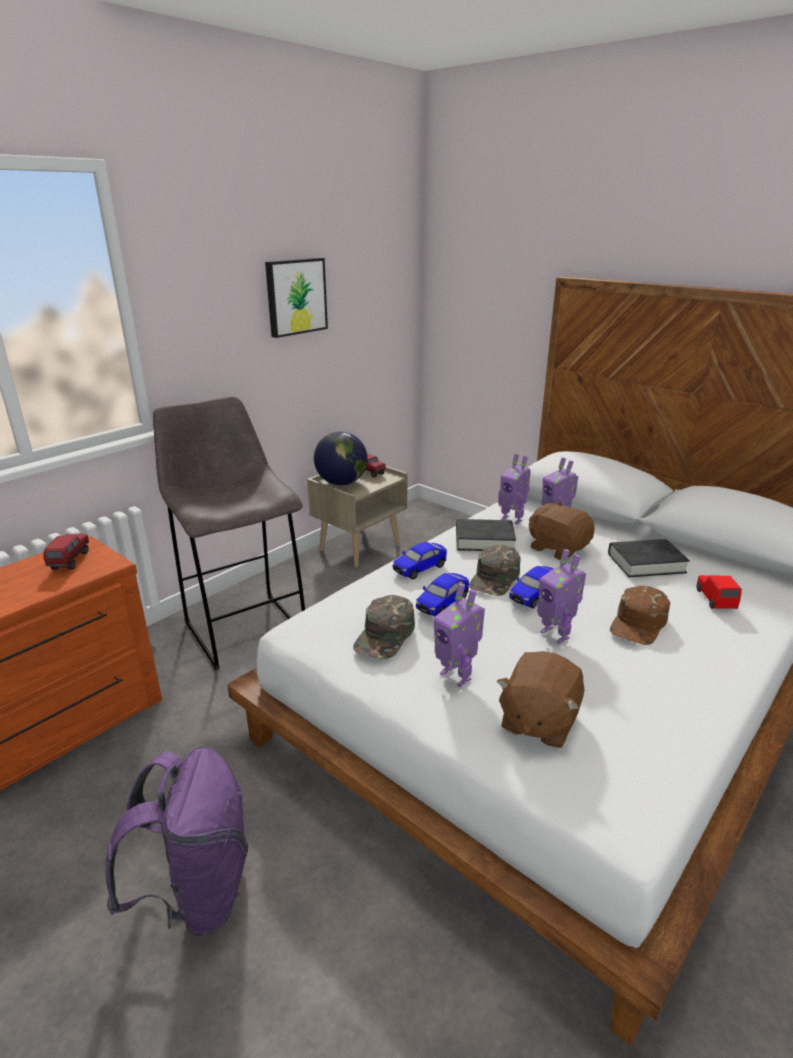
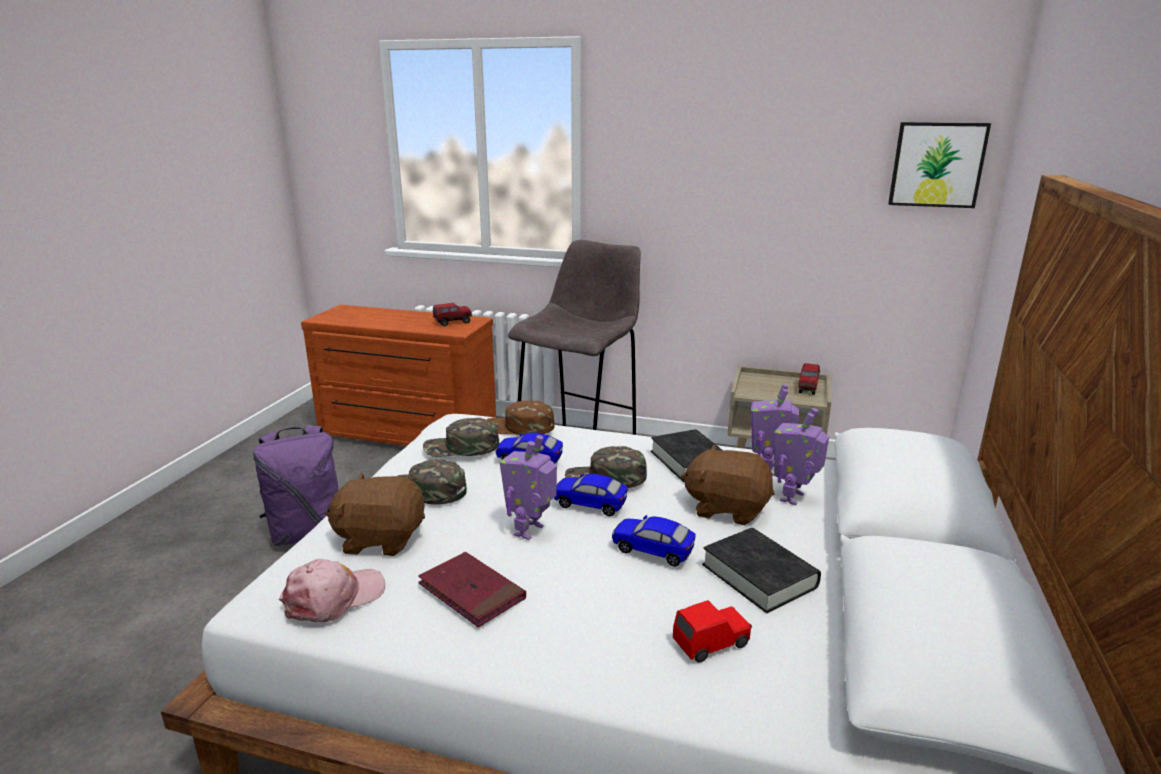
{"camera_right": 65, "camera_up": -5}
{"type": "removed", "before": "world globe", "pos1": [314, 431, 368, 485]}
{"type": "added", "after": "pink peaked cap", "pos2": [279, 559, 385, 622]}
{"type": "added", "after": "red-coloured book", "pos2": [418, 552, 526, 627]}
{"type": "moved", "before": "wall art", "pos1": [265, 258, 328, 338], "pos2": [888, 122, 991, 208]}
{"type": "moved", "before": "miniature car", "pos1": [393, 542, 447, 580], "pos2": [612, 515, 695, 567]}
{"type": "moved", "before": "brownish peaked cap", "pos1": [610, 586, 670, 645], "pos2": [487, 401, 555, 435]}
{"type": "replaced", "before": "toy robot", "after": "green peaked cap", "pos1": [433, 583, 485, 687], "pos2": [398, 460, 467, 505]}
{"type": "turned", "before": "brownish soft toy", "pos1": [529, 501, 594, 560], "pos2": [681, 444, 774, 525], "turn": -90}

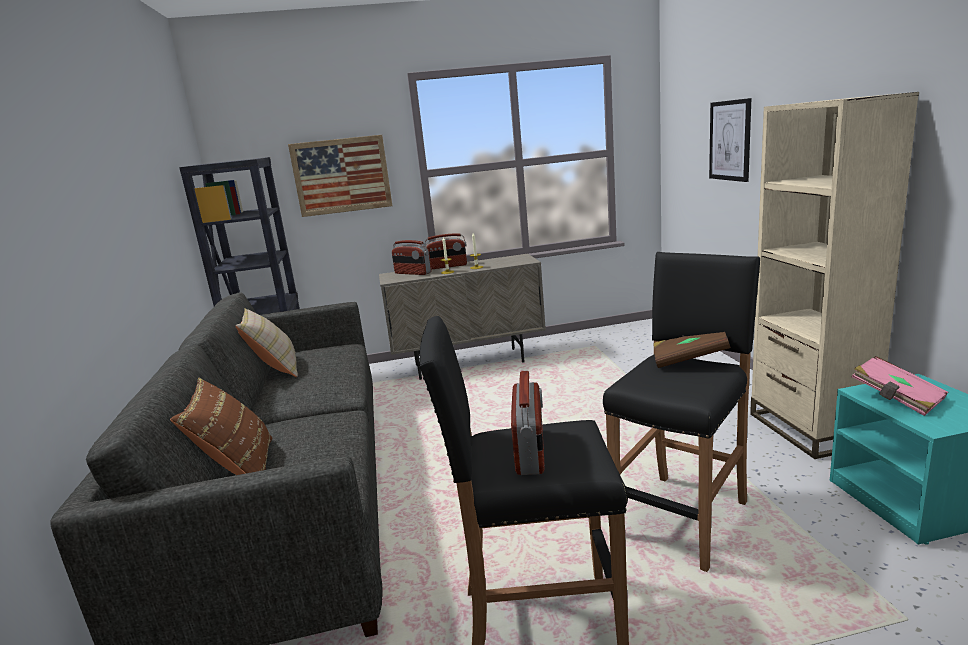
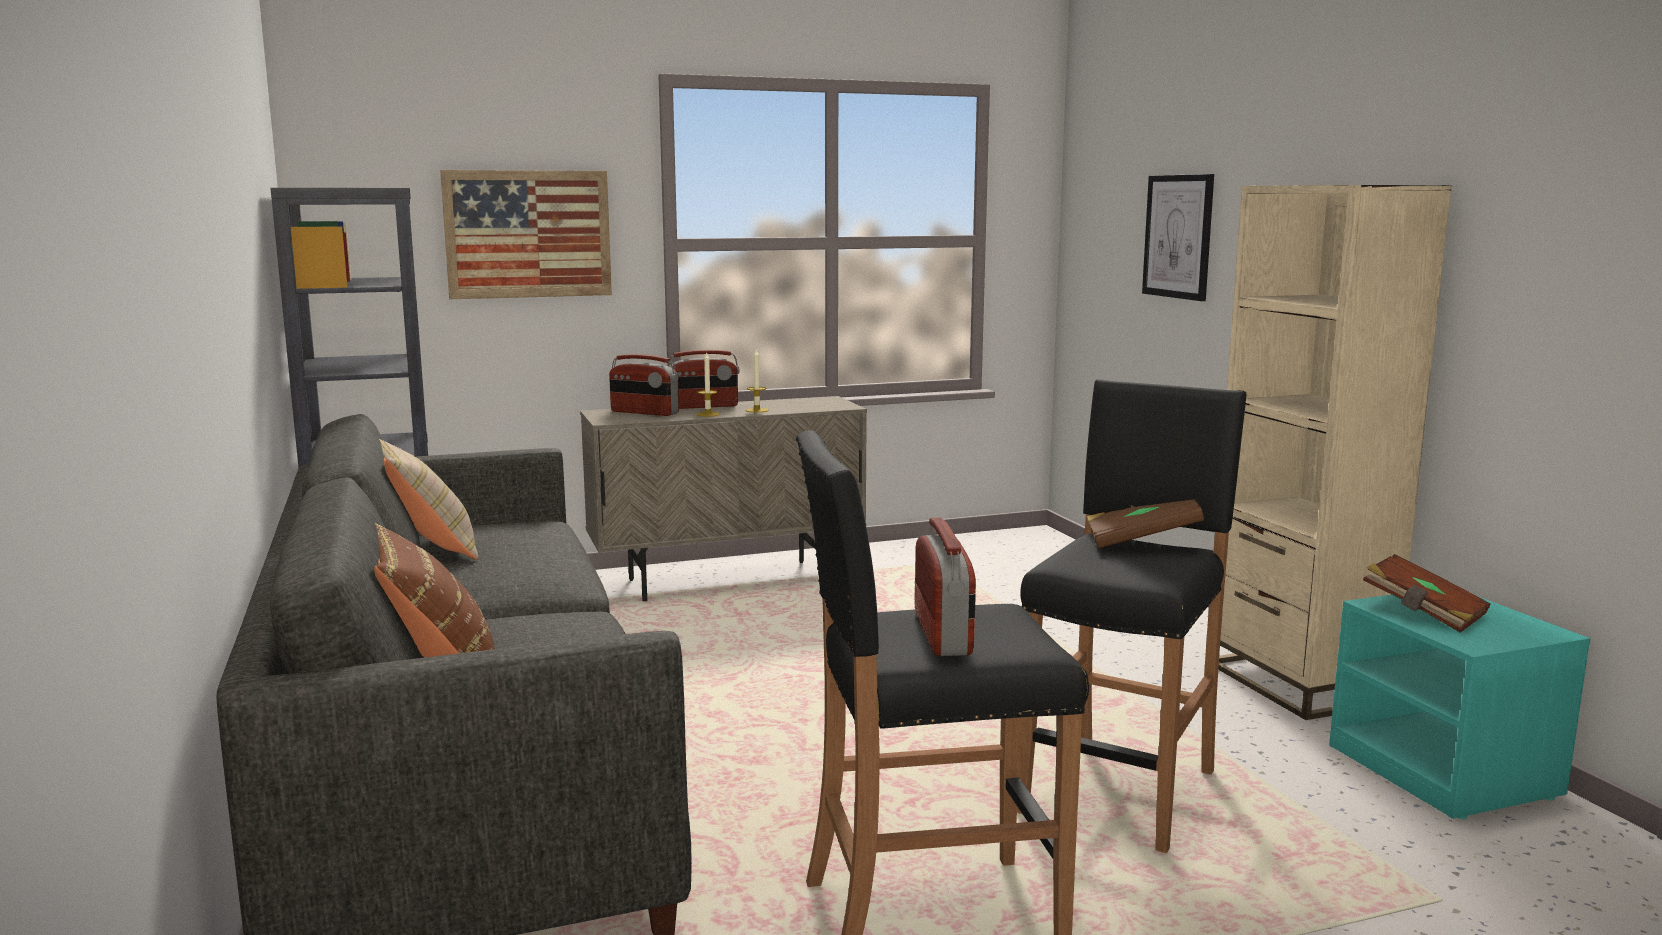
{"camera_right": -10, "camera_up": -5}
{"type": "recoloured", "before": "pink book", "after": "brownish book", "pos1": [851, 356, 948, 416], "pos2": [1363, 554, 1491, 633]}

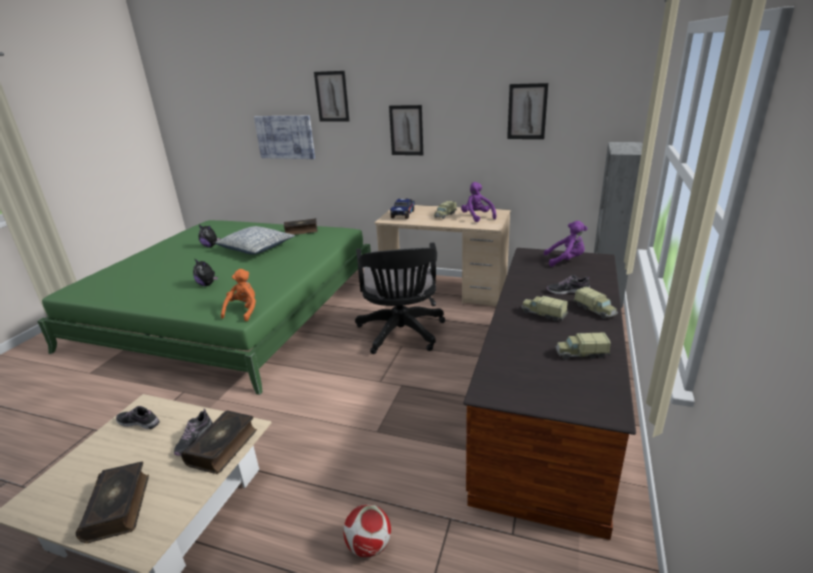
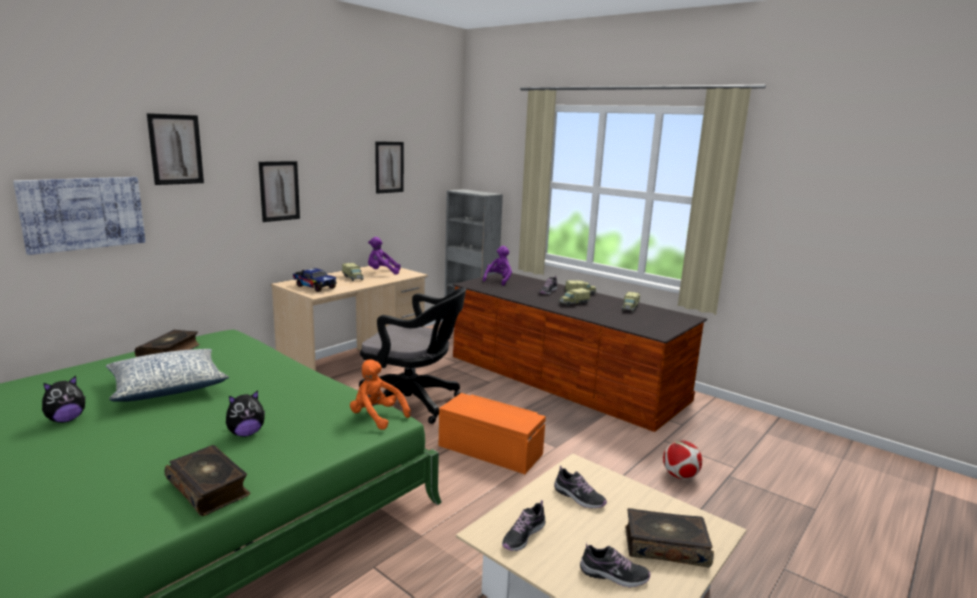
{"camera_right": -70, "camera_up": -10}
{"type": "added", "after": "orange storage bin", "pos2": [439, 393, 546, 474]}
{"type": "added", "after": "shoe", "pos2": [580, 543, 650, 588]}
{"type": "moved", "before": "book", "pos1": [181, 410, 257, 474], "pos2": [165, 445, 250, 516]}

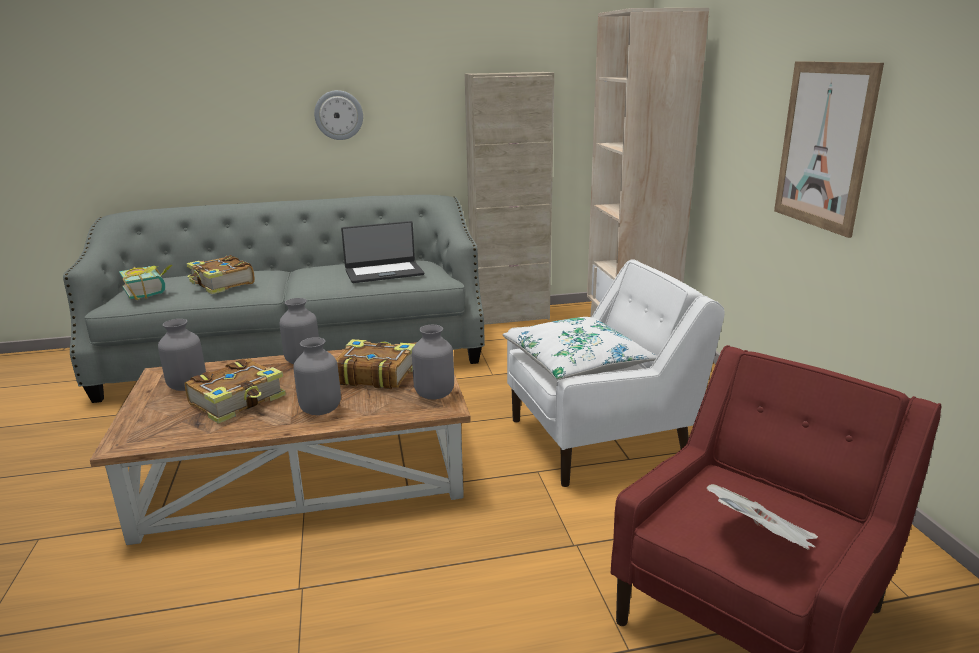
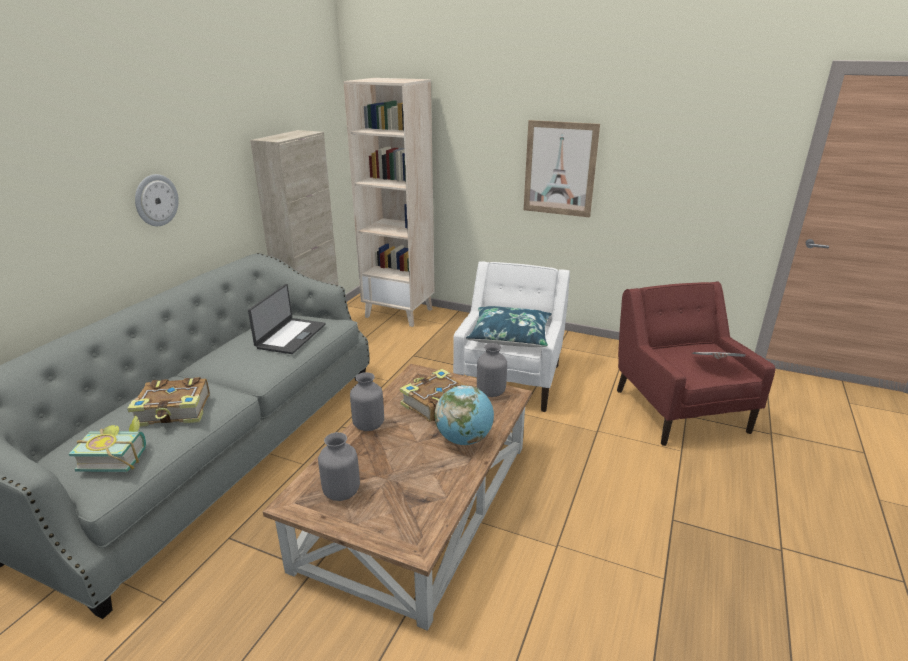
{"camera_right": -55, "camera_up": 5}
{"type": "removed", "before": "book", "pos1": [185, 358, 286, 424]}
{"type": "replaced", "before": "grey vase", "after": "world globe", "pos1": [293, 337, 341, 415], "pos2": [435, 385, 494, 445]}
{"type": "recoloured", "before": "white pillow", "after": "bluish pillow", "pos1": [503, 317, 657, 380], "pos2": [466, 306, 552, 347]}

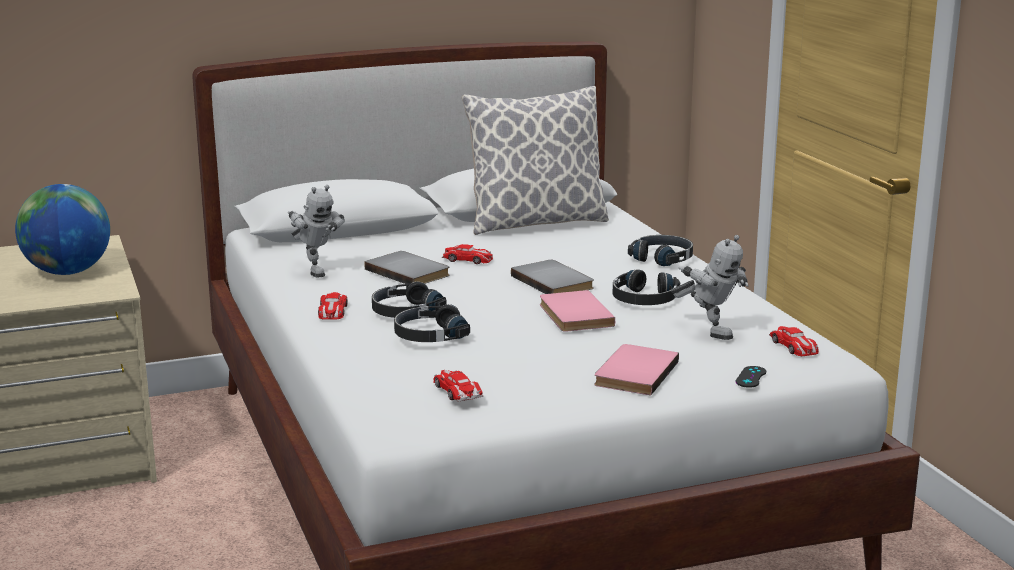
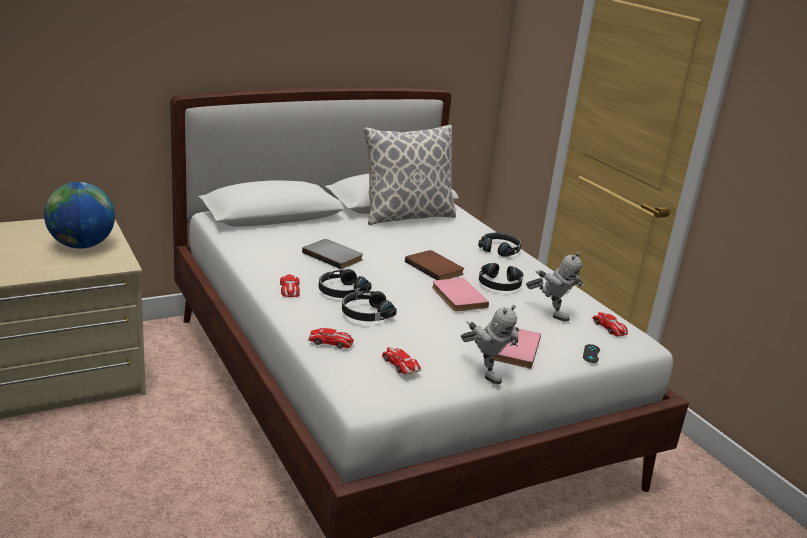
{"camera_right": -10, "camera_up": 5}
{"type": "moved", "before": "toy robot", "pos1": [288, 185, 345, 277], "pos2": [460, 305, 519, 384]}
{"type": "moved", "before": "miniature car", "pos1": [442, 244, 493, 264], "pos2": [308, 328, 354, 349]}
{"type": "recoloured", "before": "grey book", "after": "brownish book", "pos1": [511, 260, 594, 294], "pos2": [405, 250, 464, 280]}

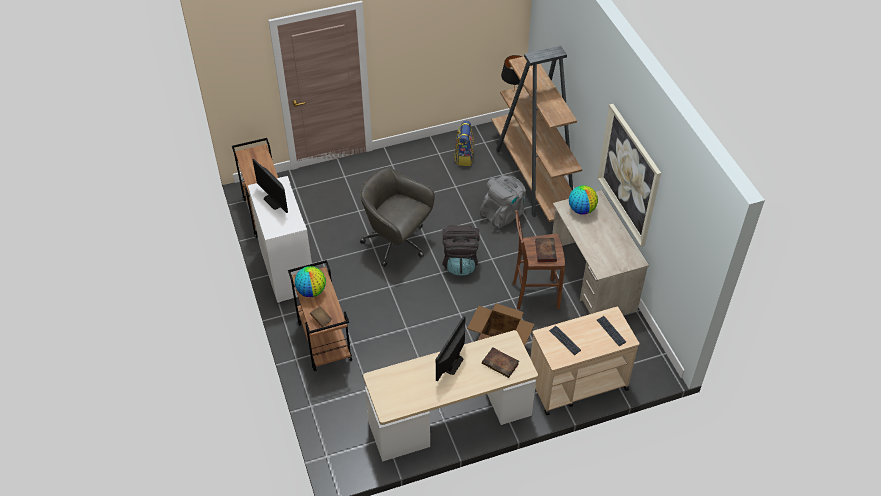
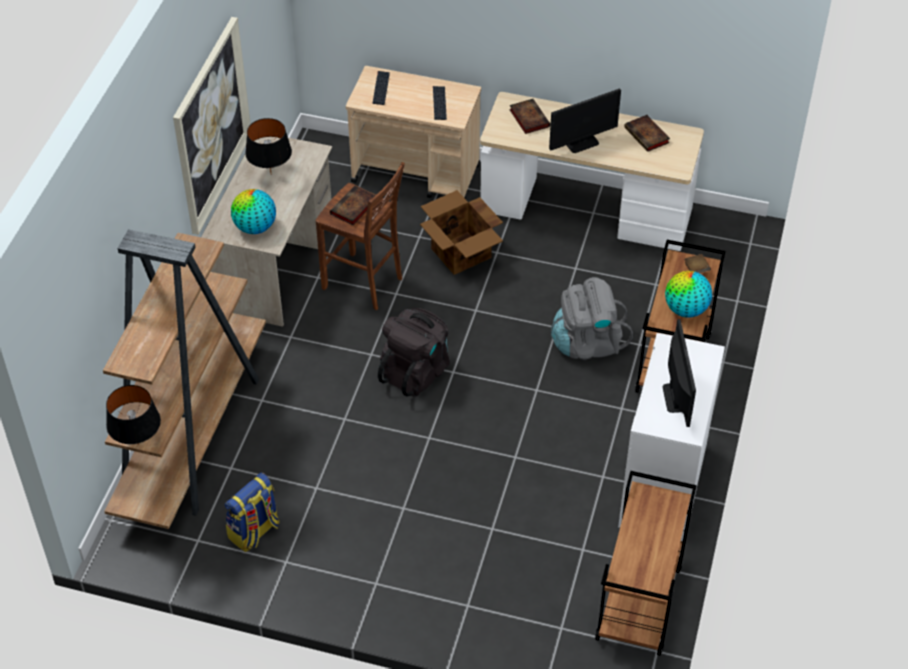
{"camera_right": -145, "camera_up": 0}
{"type": "removed", "before": "grey computer chair", "pos1": [360, 167, 435, 267]}
{"type": "added", "after": "black tabletop lamp", "pos2": [245, 118, 292, 175]}
{"type": "added", "after": "book", "pos2": [624, 115, 670, 152]}
{"type": "moved", "before": "grey rucksack", "pos1": [480, 175, 526, 228], "pos2": [551, 277, 633, 360]}

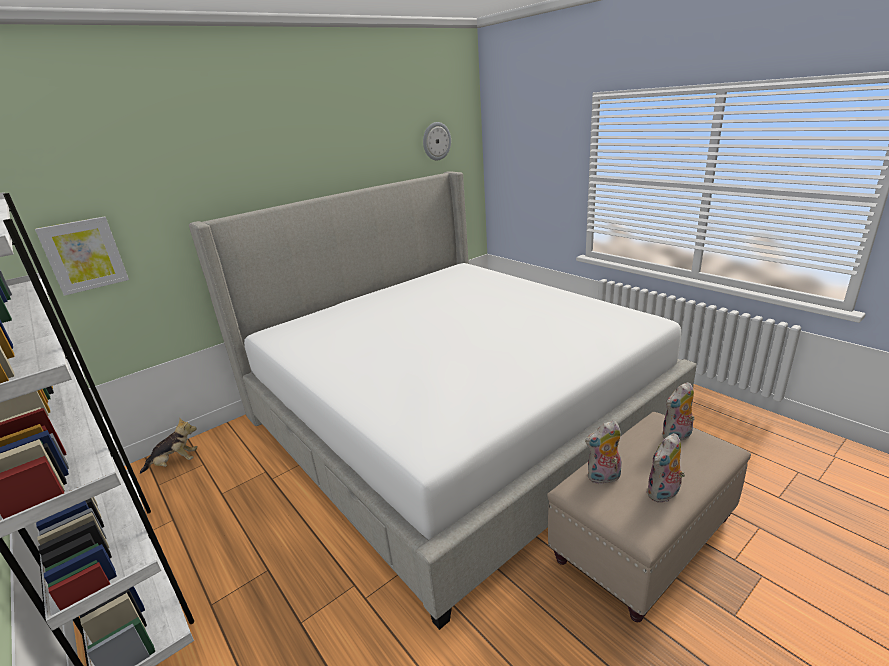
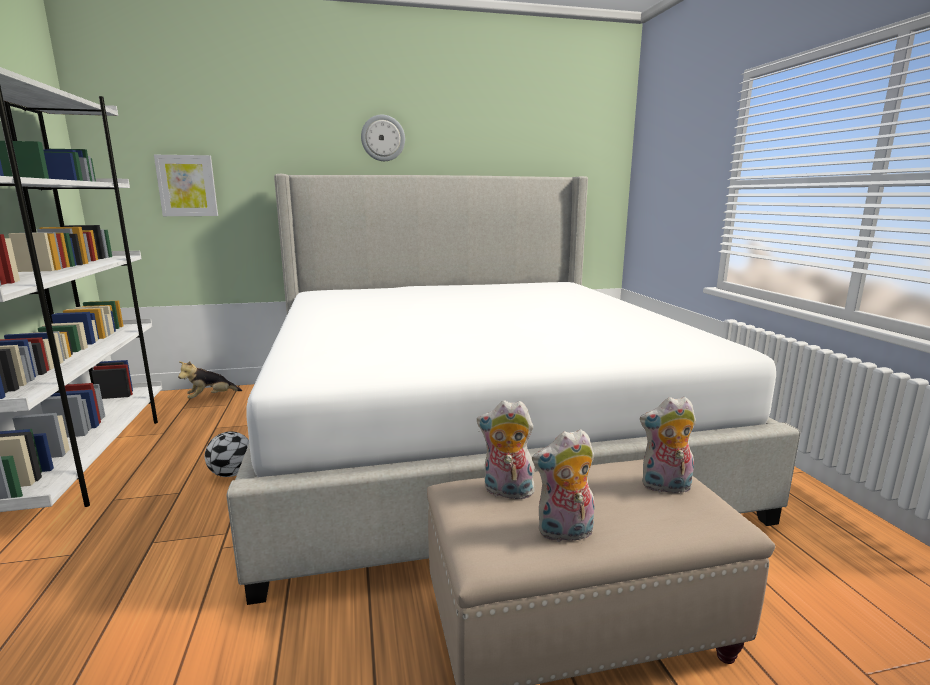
{"camera_right": 25, "camera_up": -10}
{"type": "added", "after": "football", "pos2": [205, 431, 249, 477]}
{"type": "moved", "before": "wall clock", "pos1": [423, 122, 451, 160], "pos2": [361, 115, 405, 161]}
{"type": "turned", "before": "soft toy", "pos1": [140, 417, 197, 474], "pos2": [178, 361, 242, 399], "turn": 135}

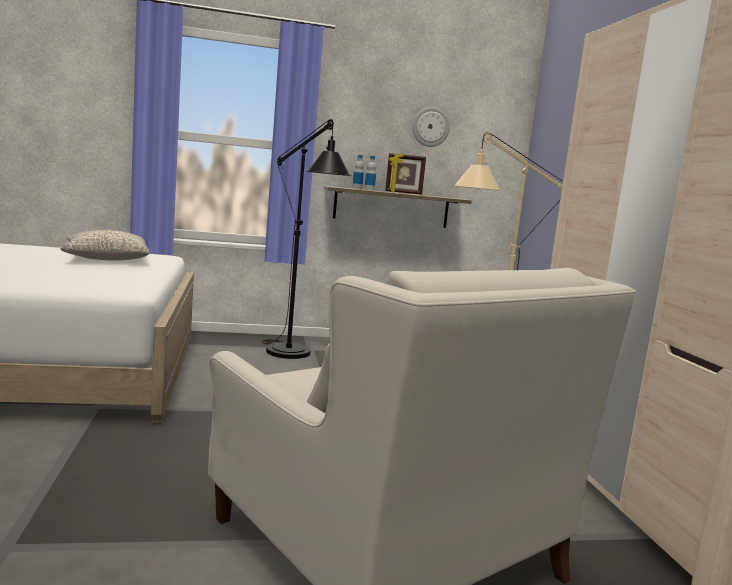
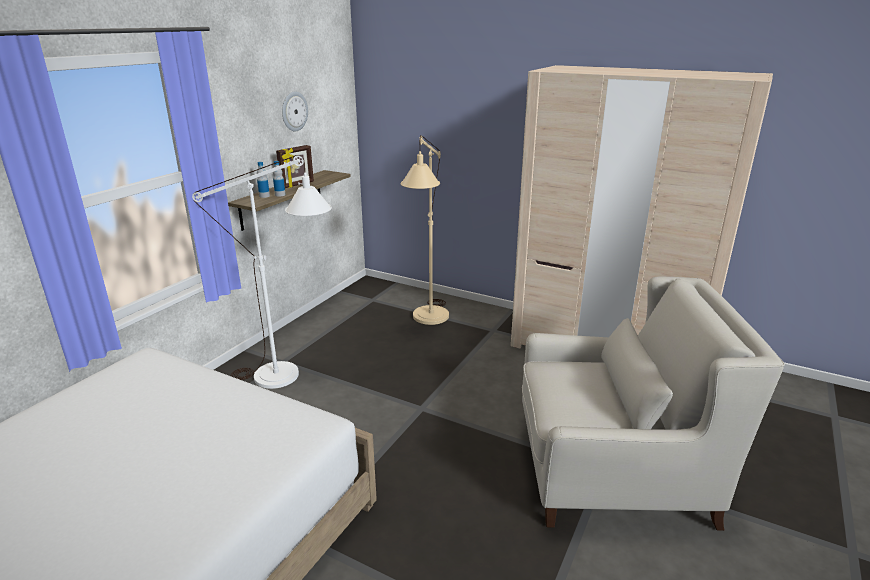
{"camera_right": -50, "camera_up": 15}
{"type": "removed", "before": "grey pillow", "pos1": [60, 230, 150, 261]}
{"type": "recoloured", "before": "black standing lamp", "after": "white standing lamp", "pos1": [261, 119, 352, 359], "pos2": [192, 155, 332, 389]}

